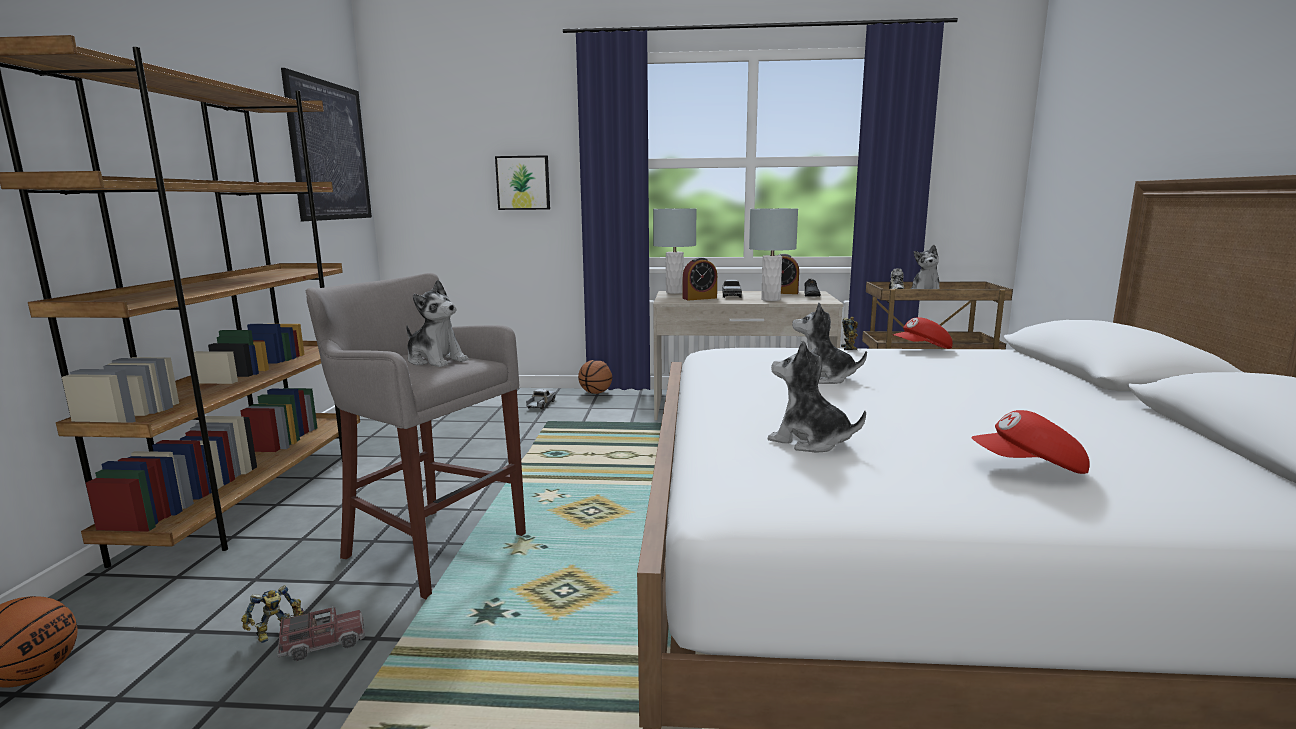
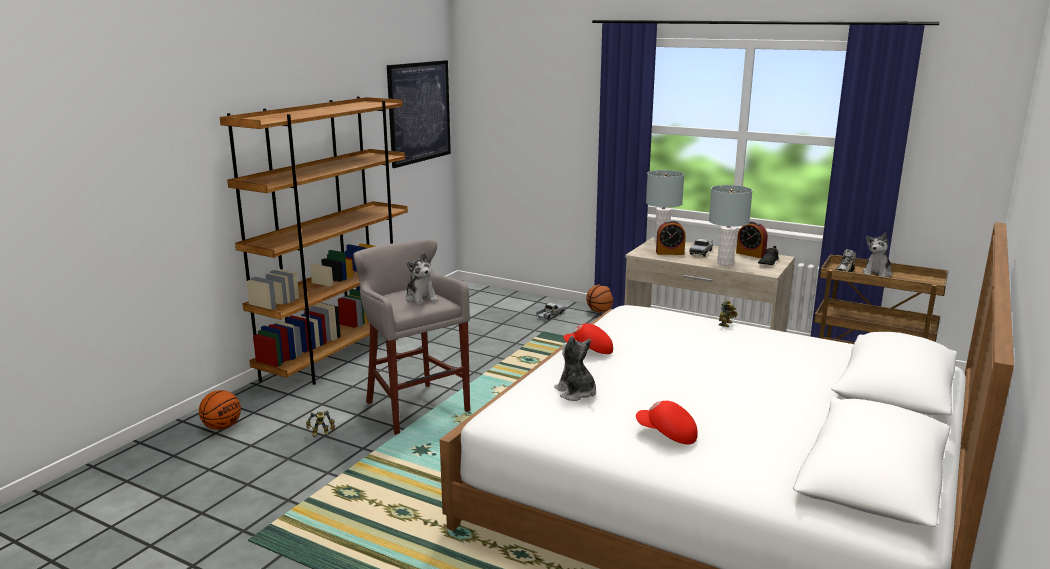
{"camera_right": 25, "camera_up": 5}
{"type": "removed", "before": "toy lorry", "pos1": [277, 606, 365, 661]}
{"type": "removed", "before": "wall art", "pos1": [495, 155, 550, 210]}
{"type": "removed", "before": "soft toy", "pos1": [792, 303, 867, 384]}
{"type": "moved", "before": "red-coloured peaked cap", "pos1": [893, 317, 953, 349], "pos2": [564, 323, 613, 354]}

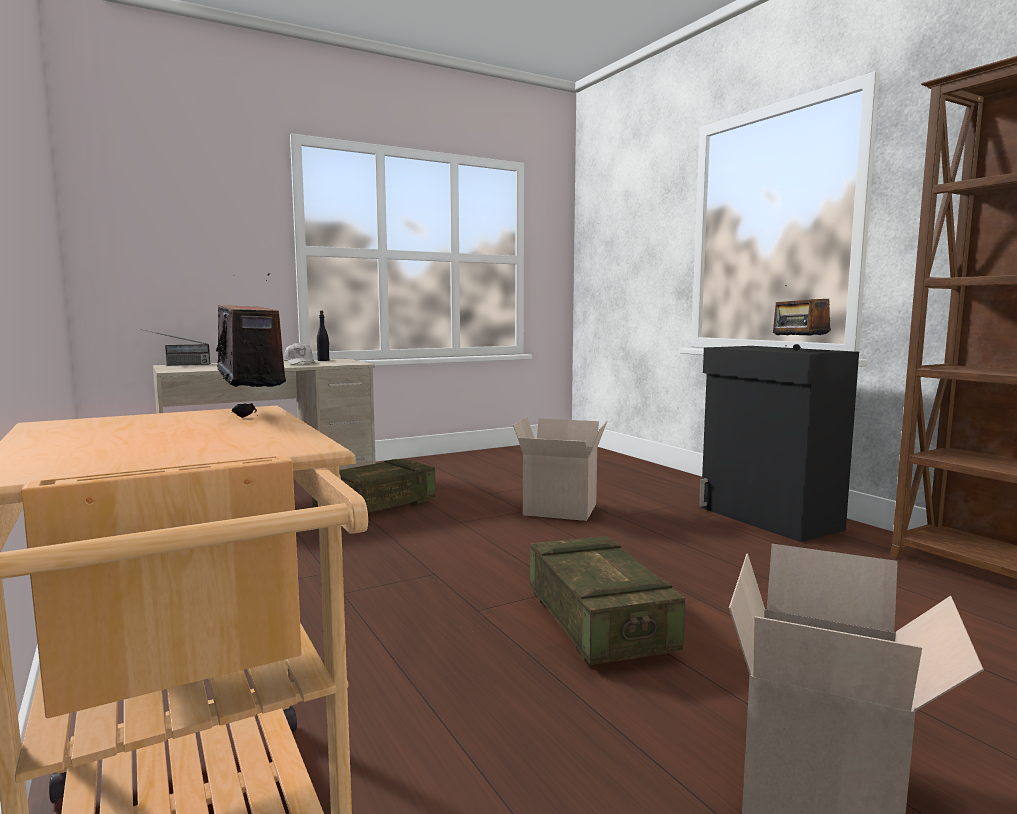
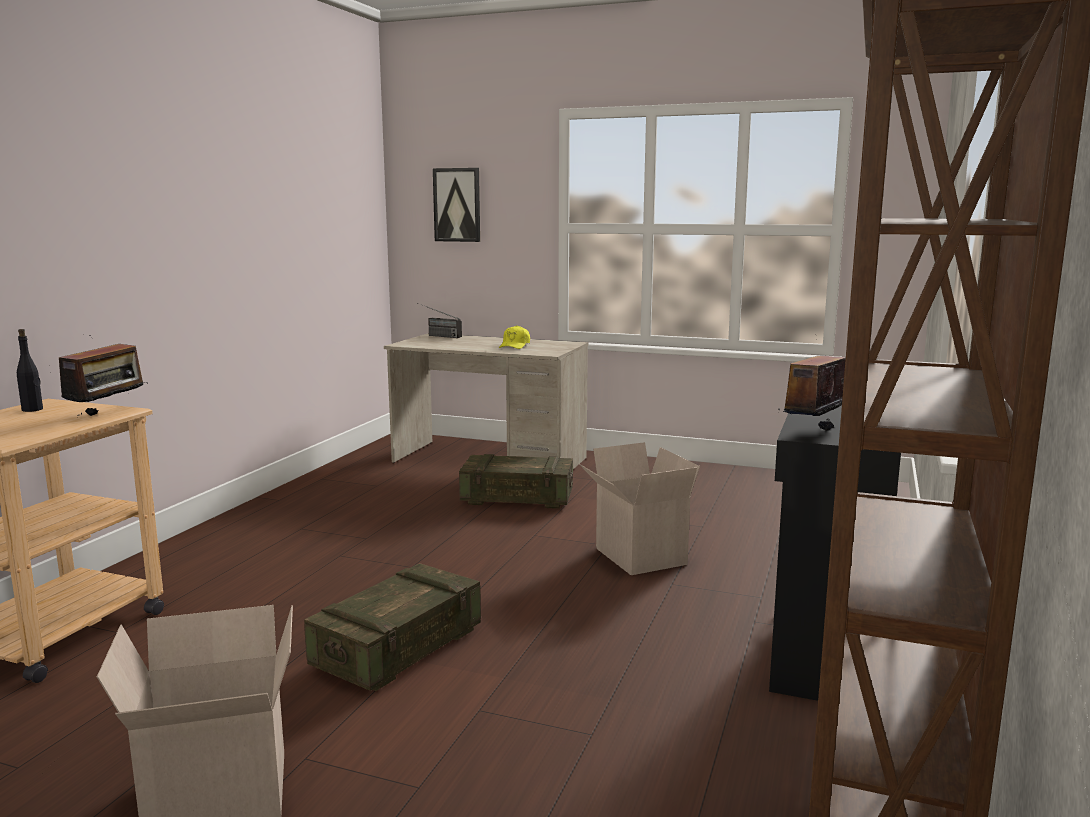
{"camera_right": 50, "camera_up": 5}
{"type": "added", "after": "wall art", "pos2": [433, 168, 480, 242]}
{"type": "moved", "before": "black drink bottle", "pos1": [317, 311, 329, 361], "pos2": [17, 329, 43, 412]}
{"type": "recoloured", "before": "white peaked cap", "after": "yellow peaked cap", "pos1": [284, 342, 316, 365], "pos2": [499, 325, 530, 349]}

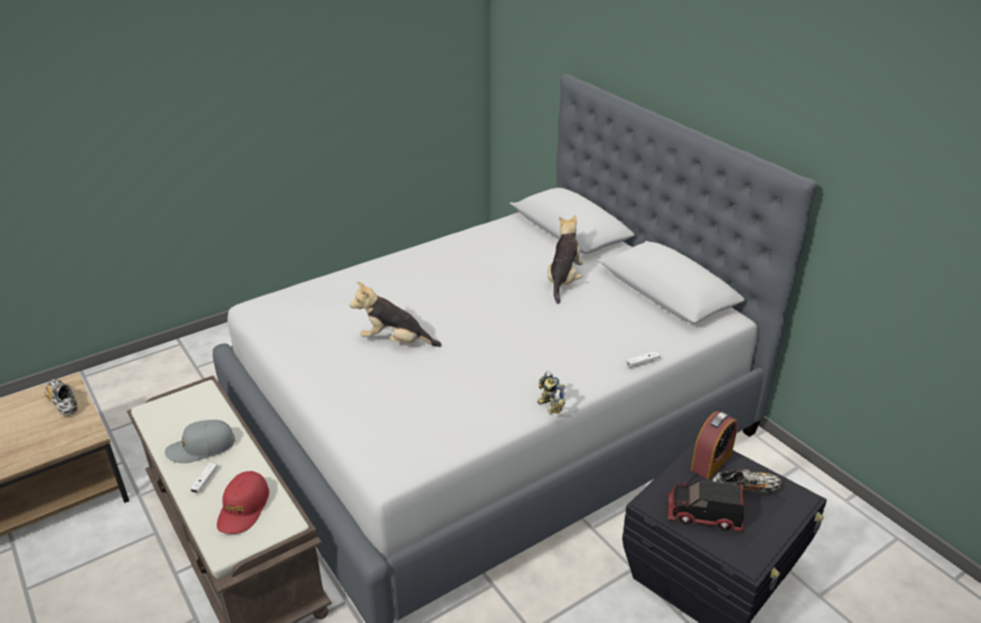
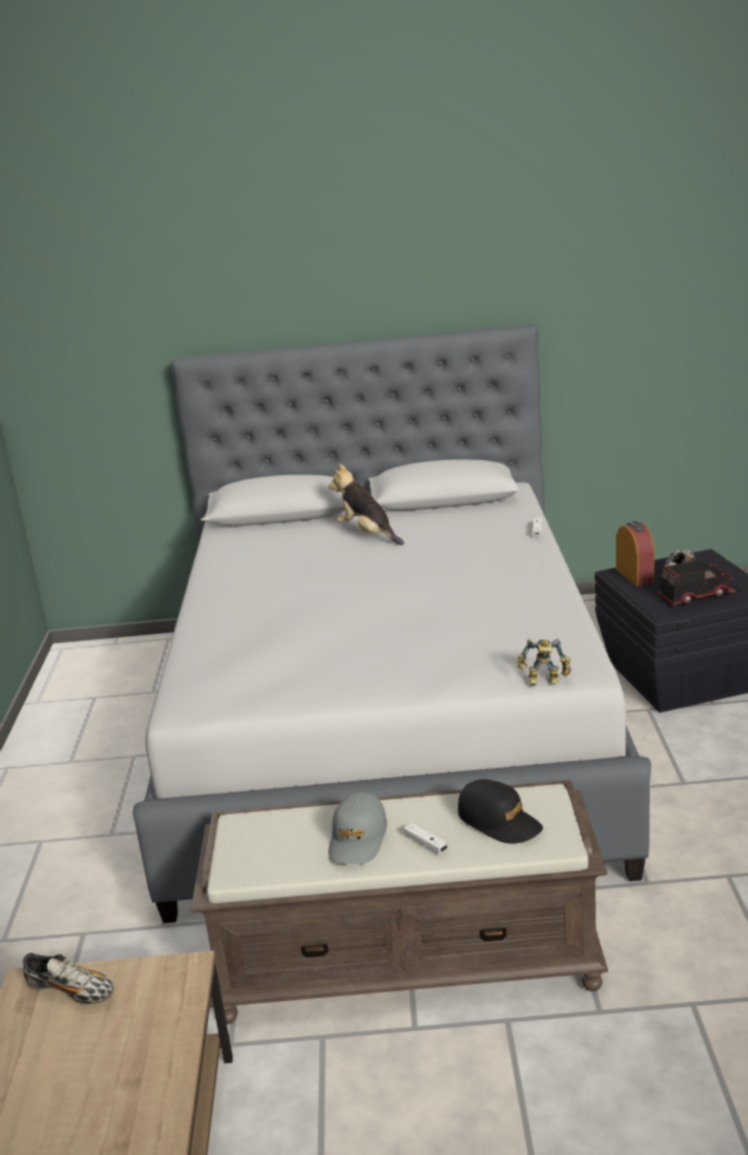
{"camera_right": -55, "camera_up": -10}
{"type": "removed", "before": "soft toy", "pos1": [350, 282, 442, 347]}
{"type": "moved", "before": "toy robot", "pos1": [538, 371, 565, 414], "pos2": [518, 638, 571, 686]}
{"type": "recoloured", "before": "red-coloured peaked cap", "after": "black peaked cap", "pos1": [217, 471, 269, 534], "pos2": [458, 779, 543, 844]}
{"type": "turned", "before": "shoe", "pos1": [45, 379, 78, 416], "pos2": [23, 953, 114, 1004], "turn": -150}
{"type": "turned", "before": "toy lorry", "pos1": [668, 480, 744, 531], "pos2": [658, 560, 736, 605], "turn": -150}

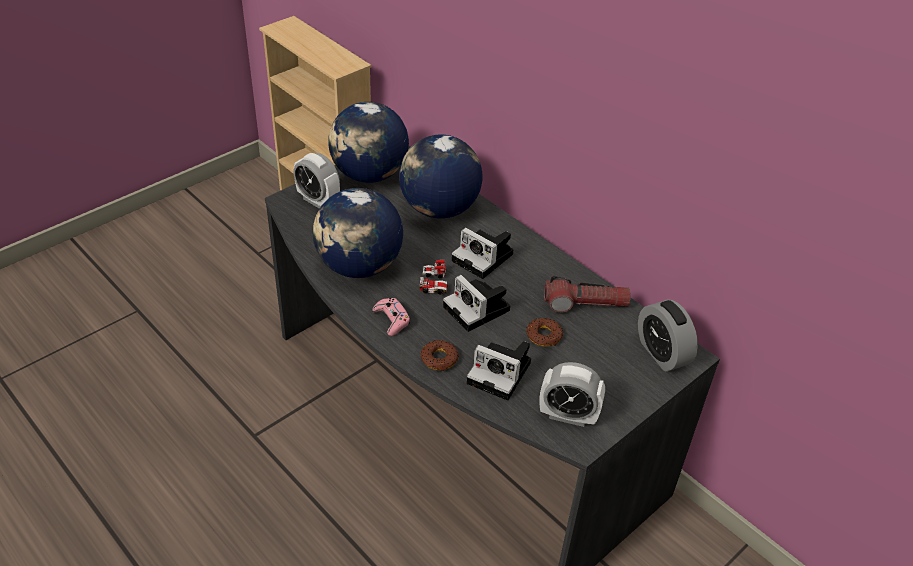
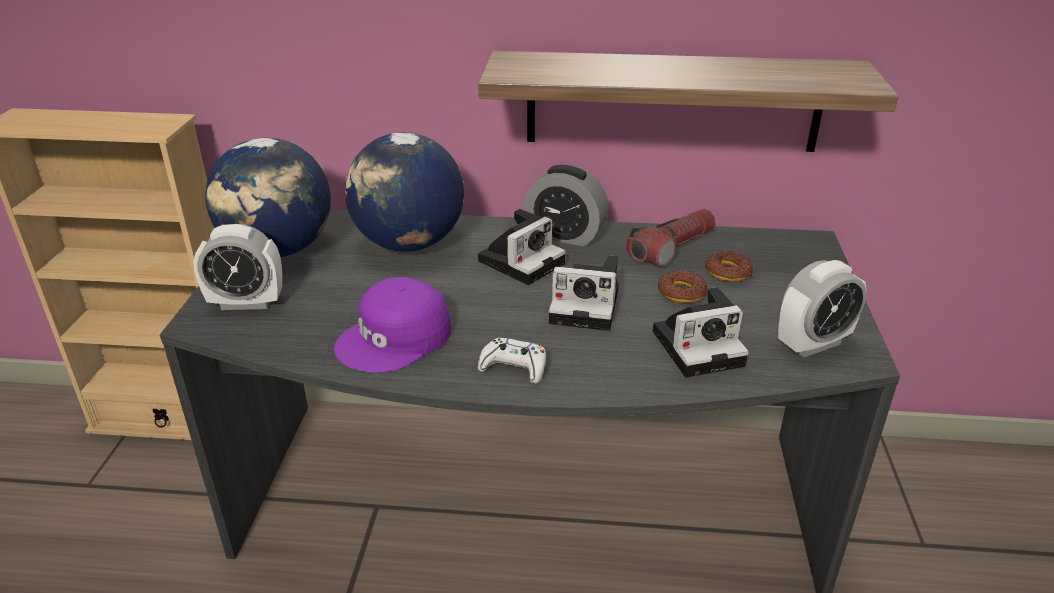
{"camera_right": -40, "camera_up": -10}
{"type": "removed", "before": "miniature car", "pos1": [420, 260, 448, 295]}
{"type": "added", "after": "wall shelf", "pos2": [478, 51, 899, 152]}
{"type": "moved", "before": "ring doughnut", "pos1": [421, 340, 459, 371], "pos2": [705, 251, 753, 282]}
{"type": "moved", "before": "table clock", "pos1": [638, 299, 698, 372], "pos2": [524, 165, 609, 246]}
{"type": "replaced", "before": "world globe", "after": "purplish peaked cap", "pos1": [313, 188, 403, 278], "pos2": [334, 277, 452, 372]}
{"type": "recoloured", "before": "pink joypad", "after": "white joypad", "pos1": [372, 298, 410, 336], "pos2": [478, 338, 546, 384]}
{"type": "turned", "before": "photo camera", "pos1": [452, 227, 514, 279], "pos2": [478, 209, 566, 285], "turn": -45}

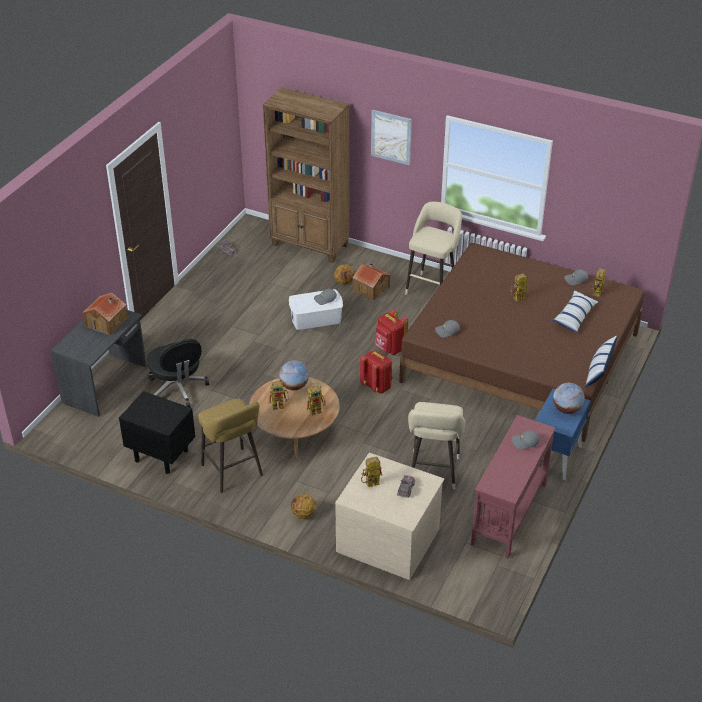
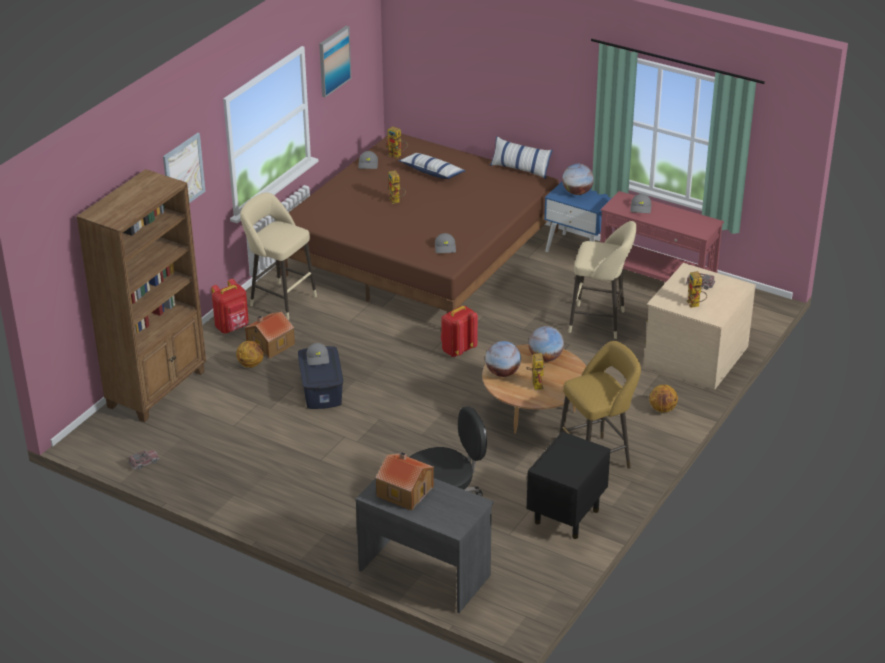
{"camera_right": -85, "camera_up": -5}
{"type": "added", "after": "wall art", "pos2": [319, 26, 351, 97]}
{"type": "moved", "before": "red-coloured rucksack", "pos1": [375, 309, 408, 355], "pos2": [211, 279, 249, 334]}
{"type": "replaced", "before": "toy robot", "after": "world globe", "pos1": [307, 386, 326, 416], "pos2": [528, 326, 564, 362]}
{"type": "recoloured", "before": "white storage bin", "after": "bluish storage bin", "pos1": [289, 289, 343, 330], "pos2": [298, 346, 343, 409]}

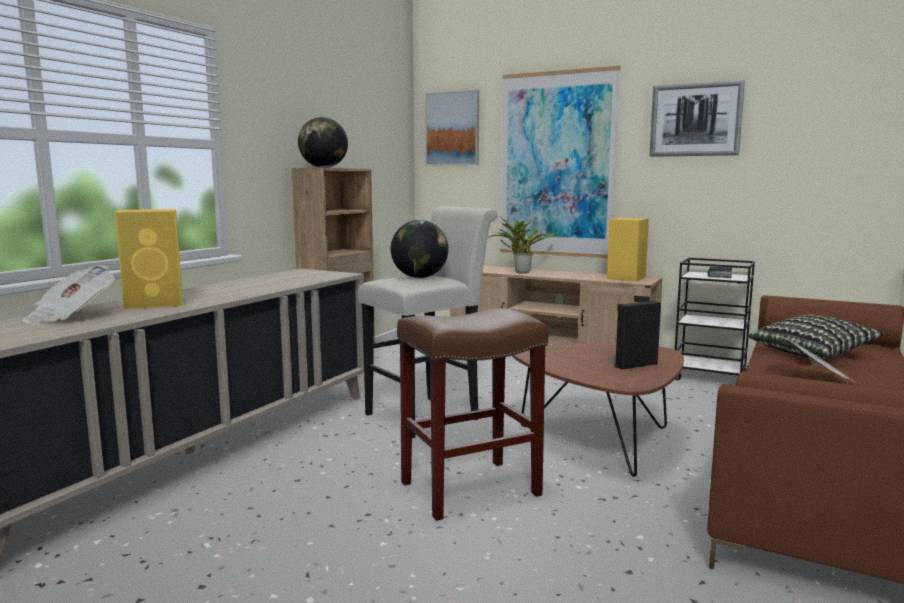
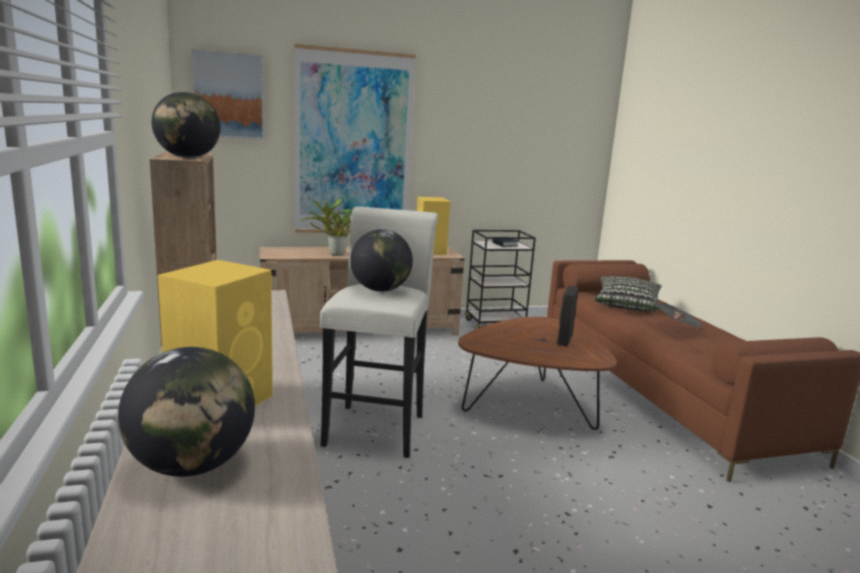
{"camera_right": -45, "camera_up": 5}
{"type": "removed", "before": "brownish stool", "pos1": [397, 308, 548, 521]}
{"type": "removed", "before": "wall art", "pos1": [649, 80, 745, 157]}
{"type": "replaced", "before": "newspaper", "after": "world globe", "pos1": [22, 265, 115, 324], "pos2": [118, 347, 255, 477]}

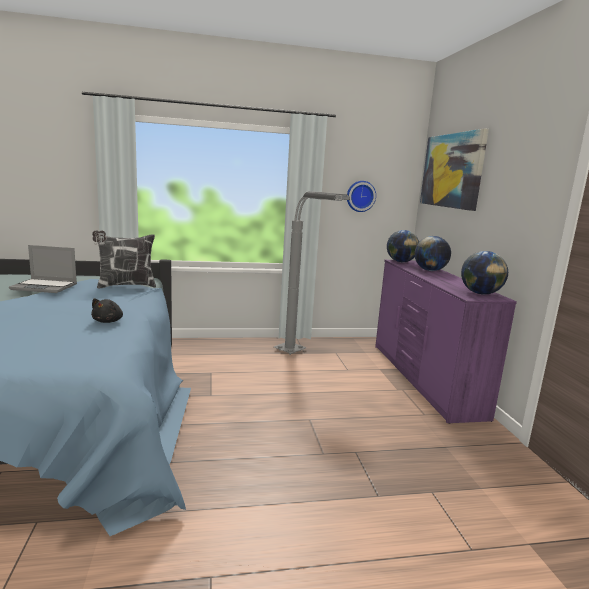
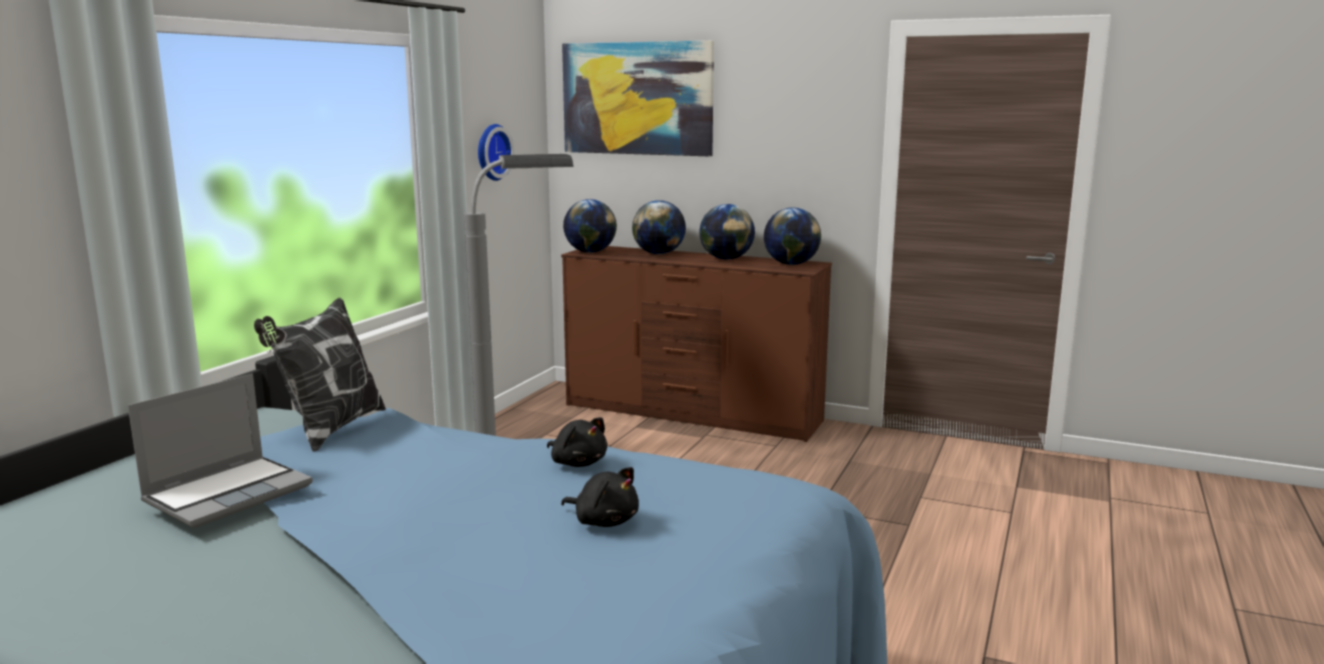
{"camera_right": -55, "camera_up": 0}
{"type": "added", "after": "black soft toy", "pos2": [561, 467, 639, 527]}
{"type": "added", "after": "world globe", "pos2": [699, 204, 755, 260]}
{"type": "recoloured", "before": "purplish chest of drawers", "after": "brownish chest of drawers", "pos1": [375, 260, 517, 424], "pos2": [561, 246, 832, 442]}

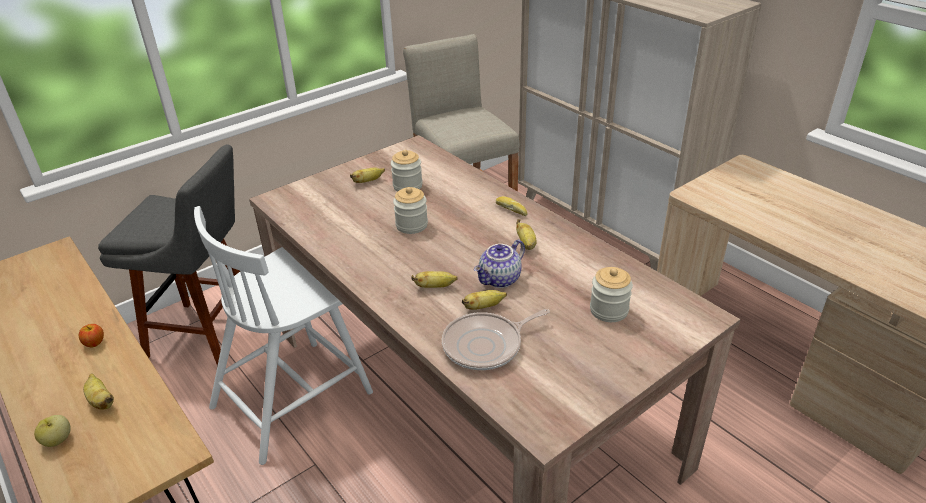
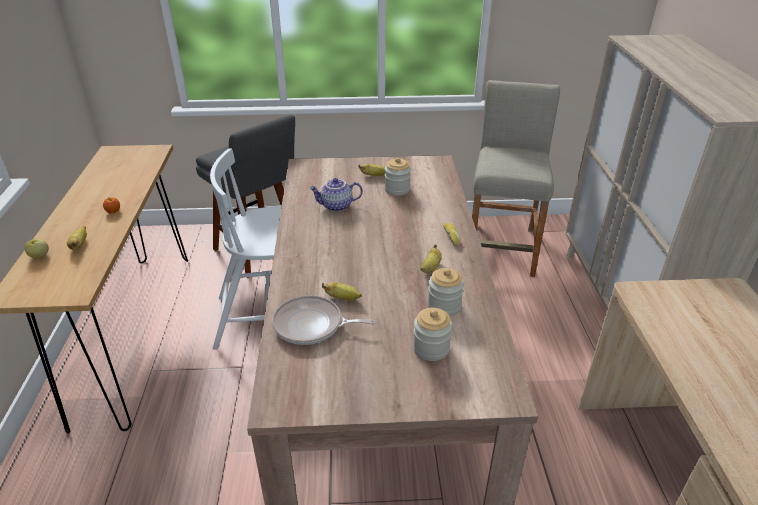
{"camera_right": 35, "camera_up": 0}
{"type": "removed", "before": "whole banana", "pos1": [411, 271, 458, 288]}
{"type": "moved", "before": "storage jar", "pos1": [393, 187, 428, 234], "pos2": [427, 268, 464, 316]}
{"type": "moved", "before": "tea pot", "pos1": [474, 240, 525, 288], "pos2": [309, 178, 363, 212]}

